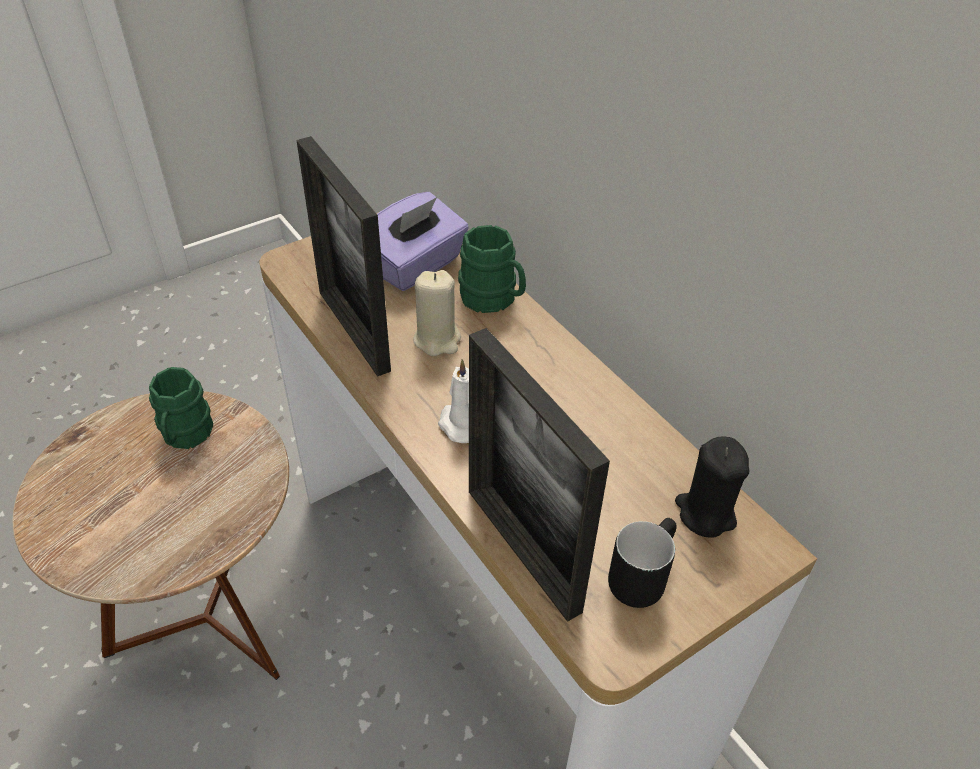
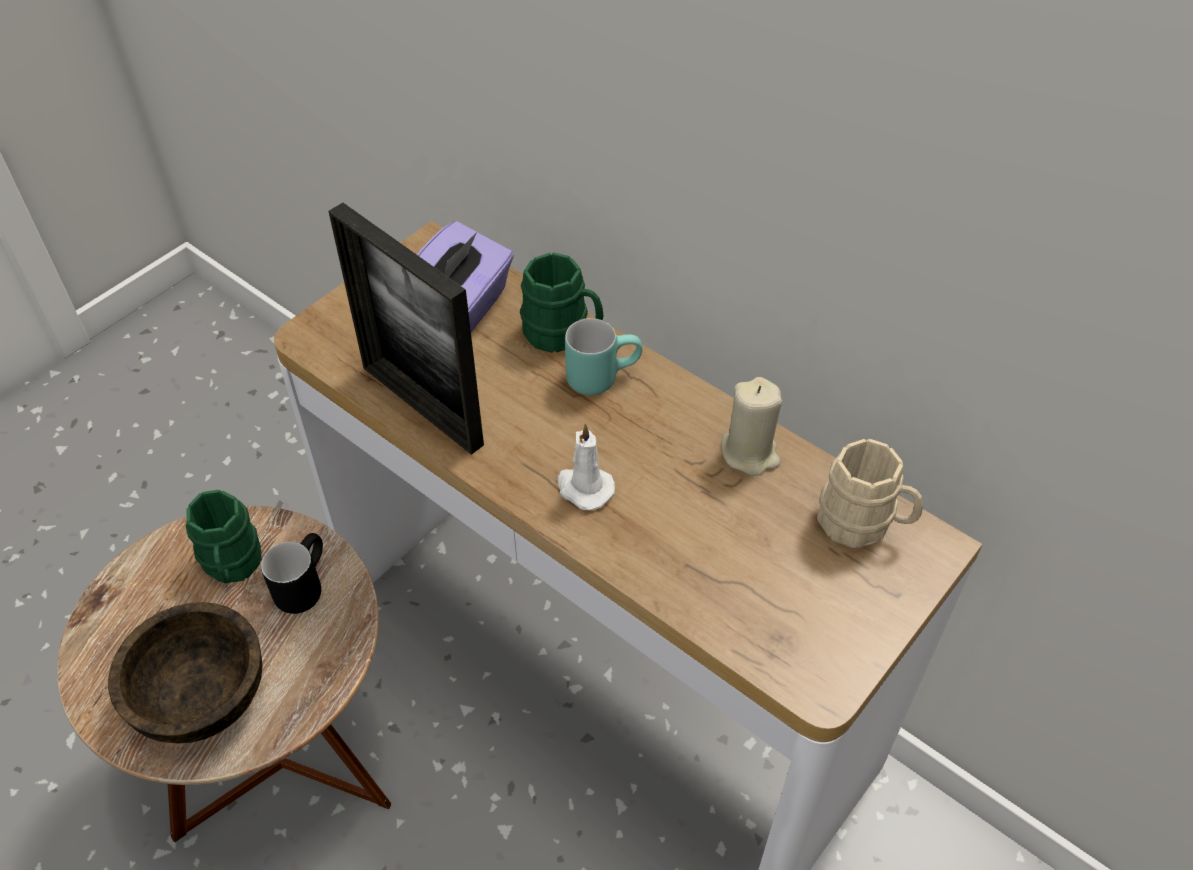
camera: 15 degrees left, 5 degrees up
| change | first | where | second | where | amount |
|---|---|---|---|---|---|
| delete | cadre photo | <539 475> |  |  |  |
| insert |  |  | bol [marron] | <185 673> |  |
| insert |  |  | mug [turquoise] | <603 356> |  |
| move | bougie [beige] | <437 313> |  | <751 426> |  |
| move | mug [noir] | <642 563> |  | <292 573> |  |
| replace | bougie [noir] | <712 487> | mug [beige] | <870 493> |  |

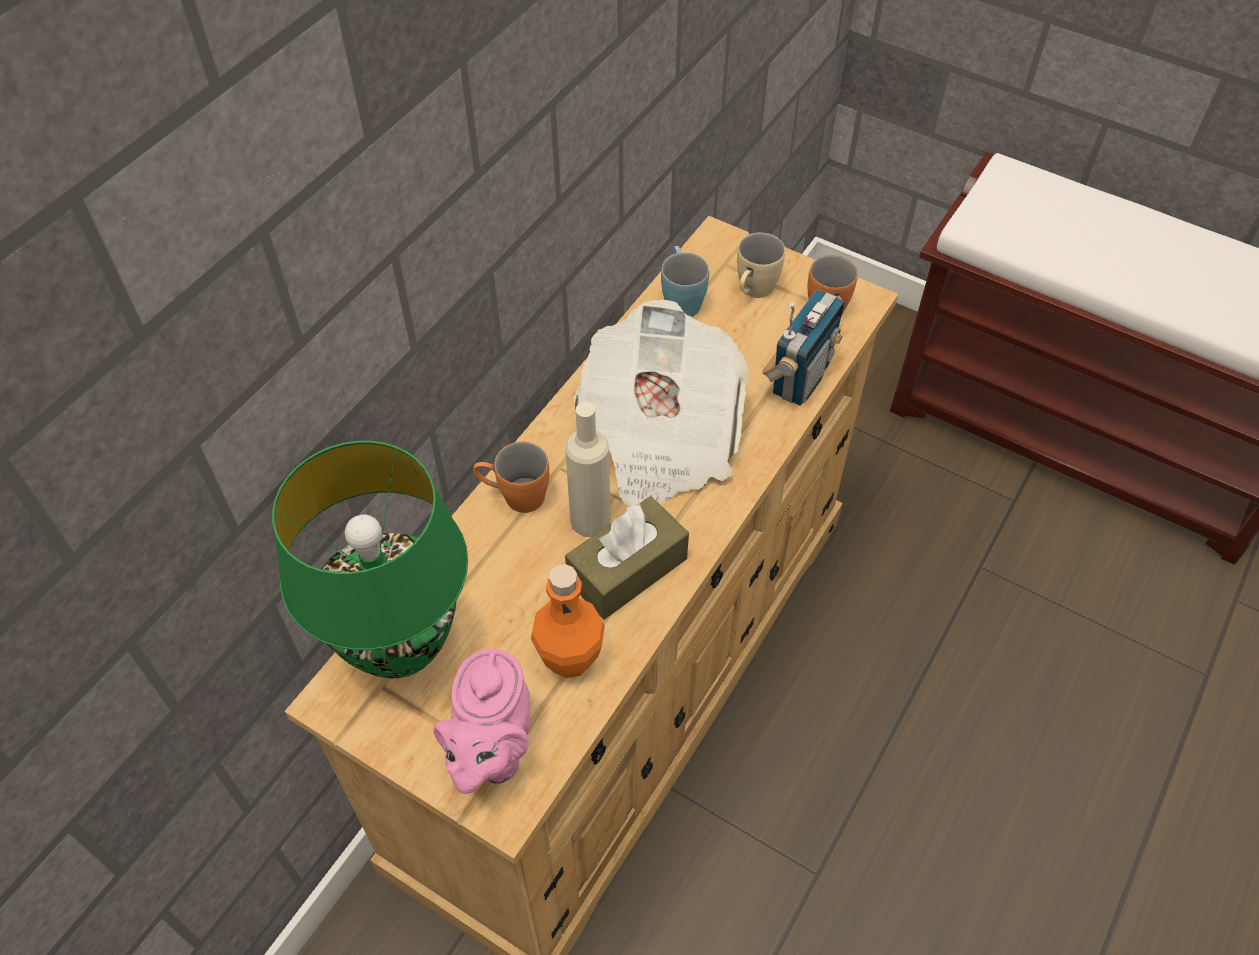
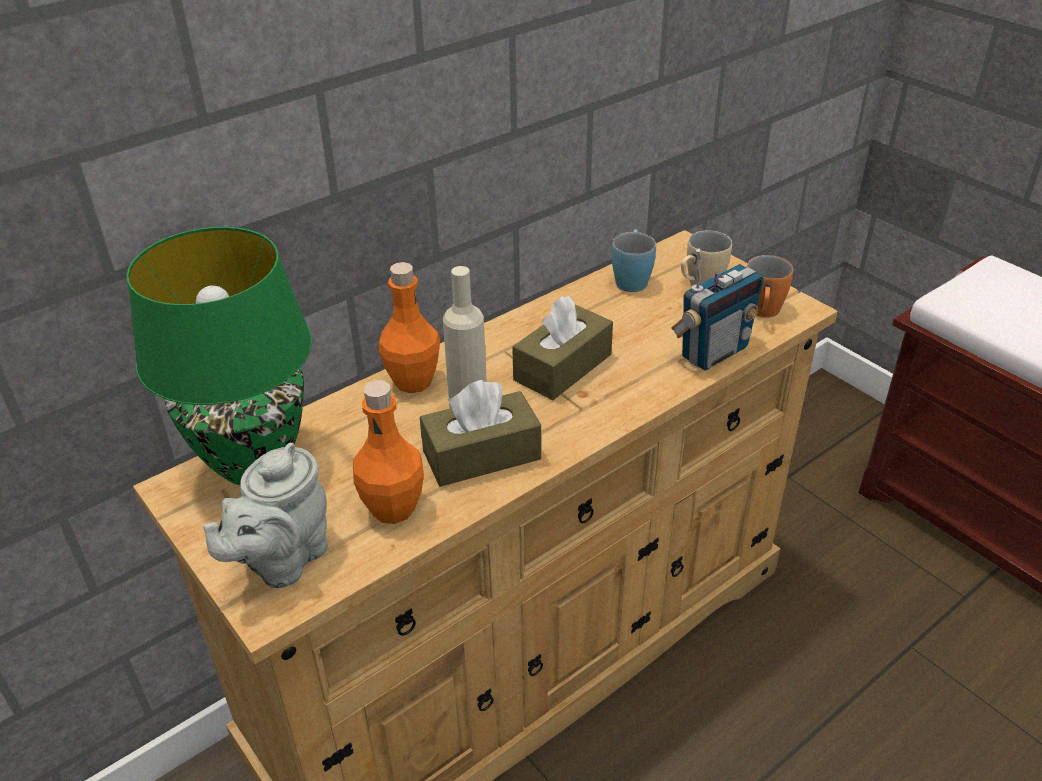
camera: 20 degrees right, 15 degrees down
| change | first | where | second | where | amount |
|---|---|---|---|---|---|
| replace | mug [orange] | <511 477> | bouteille [orange] | <409 327> |  |
| replace | journal | <661 403> | boîte à mouchoirs [marron] | <562 348> |  |
| recolor | théière [rose] | <481 721> | théière [gris] | <265 515> |  |

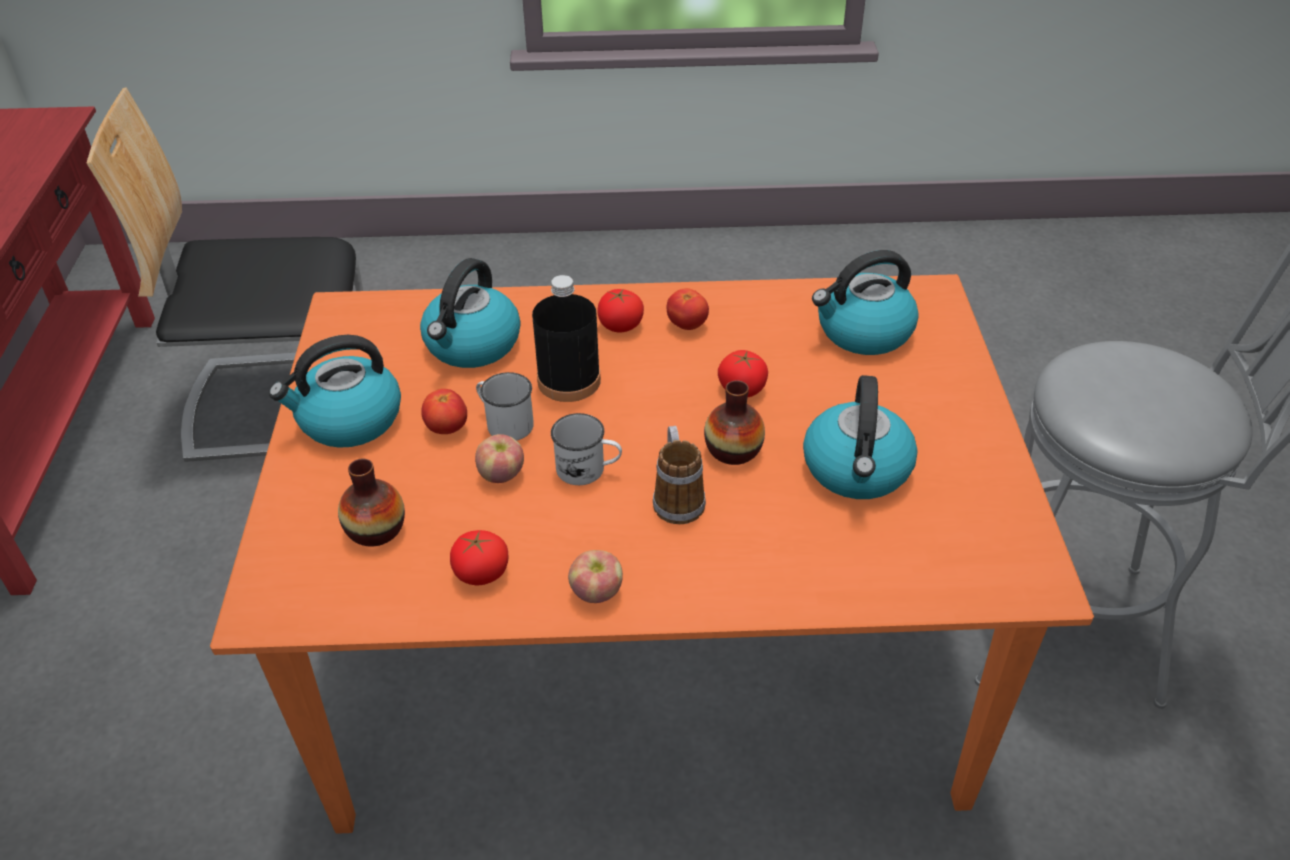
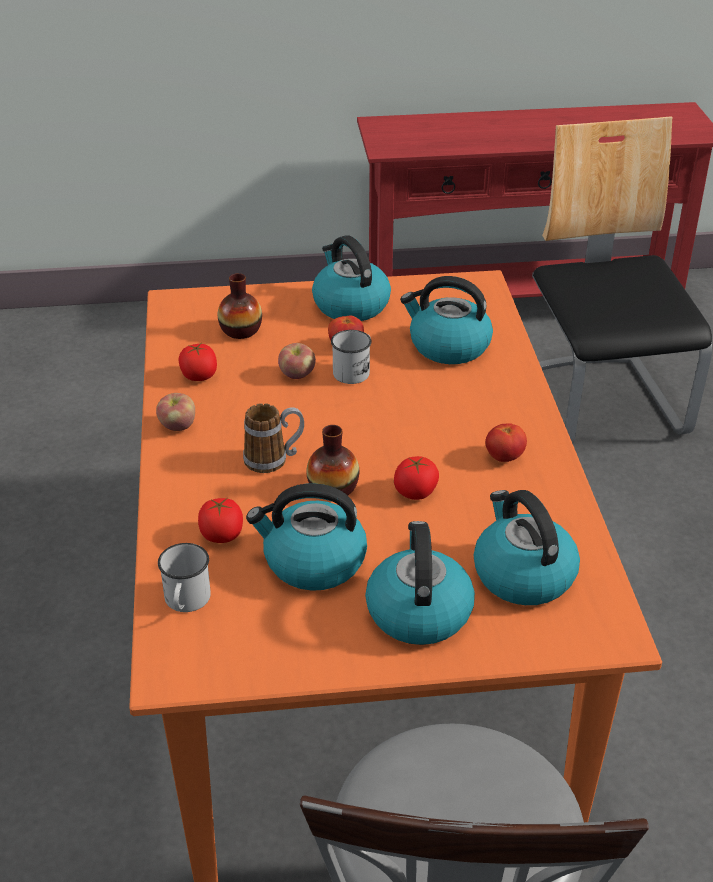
camera: 85 degrees right, 5 degrees down
| change | first | where | second | where | amount |
|---|---|---|---|---|---|
| delete | bouteille [noir] | <566 338> |  |  |  |
| insert |  |  | bouilloire | <420 583> |  |
| move | mug [blanc] | <586 449> |  | <184 577> |  |
| move | tomate | <620 311> |  | <220 520> |  |

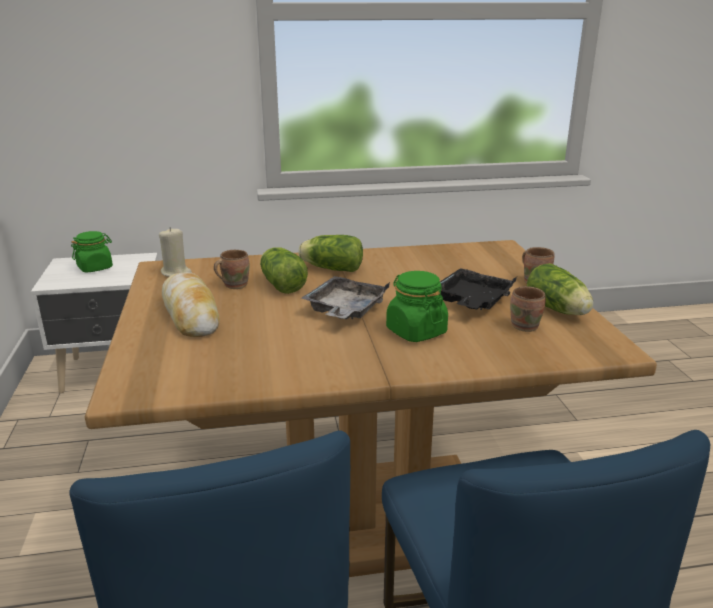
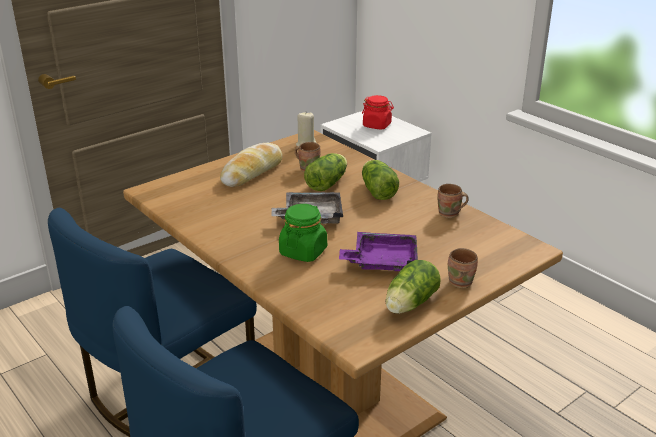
camera: 60 degrees right, 5 degrees up
| change | first | where | second | where | amount |
|---|---|---|---|---|---|
| move | mug [marron] | <528 309> |  | <453 201> |  |
| recolor | bocal [vert] | <92 251> | bocal [rouge] | <378 112> |  |
| recolor | plateau [noir] | <478 289> | plateau [violet] | <378 251> |  |

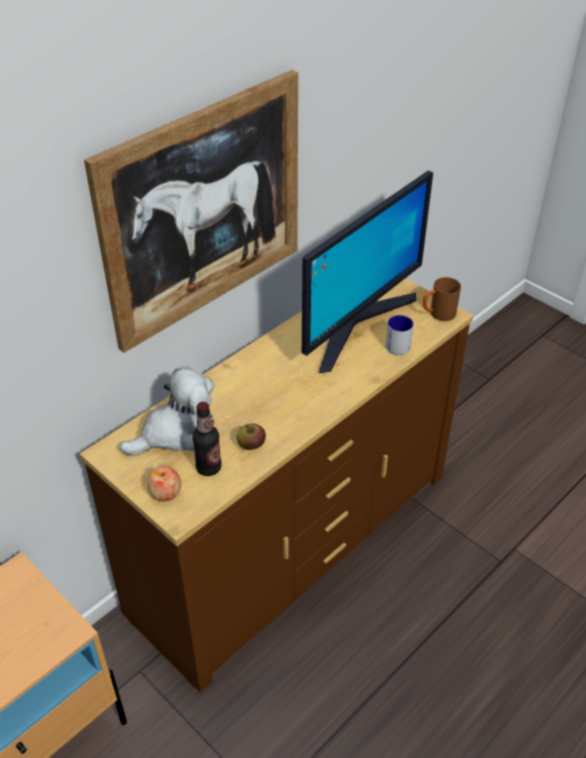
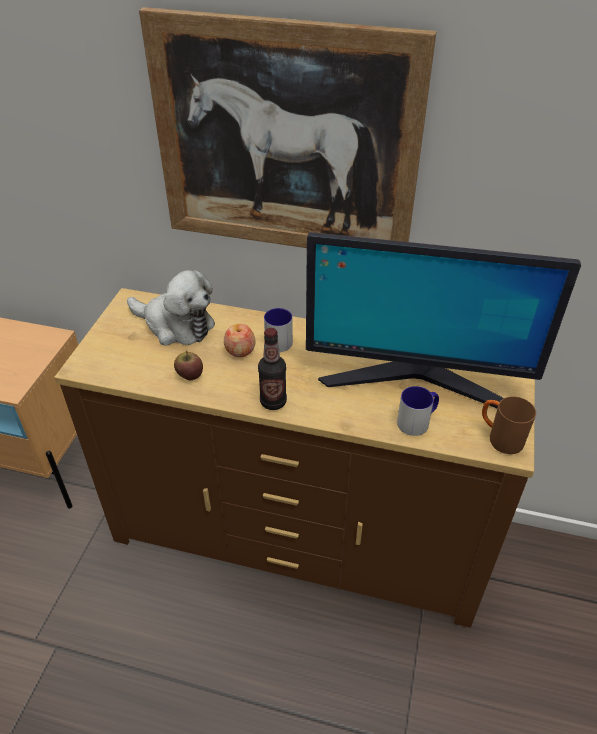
camera: 60 degrees right, 0 degrees up
| change | first | where | second | where | amount |
|---|---|---|---|---|---|
| insert |  |  | mug | <278 330> |  |
| move | pomme | <164 483> |  | <240 340> |  |
| move | bouteille | <206 439> |  | <272 369> |  |

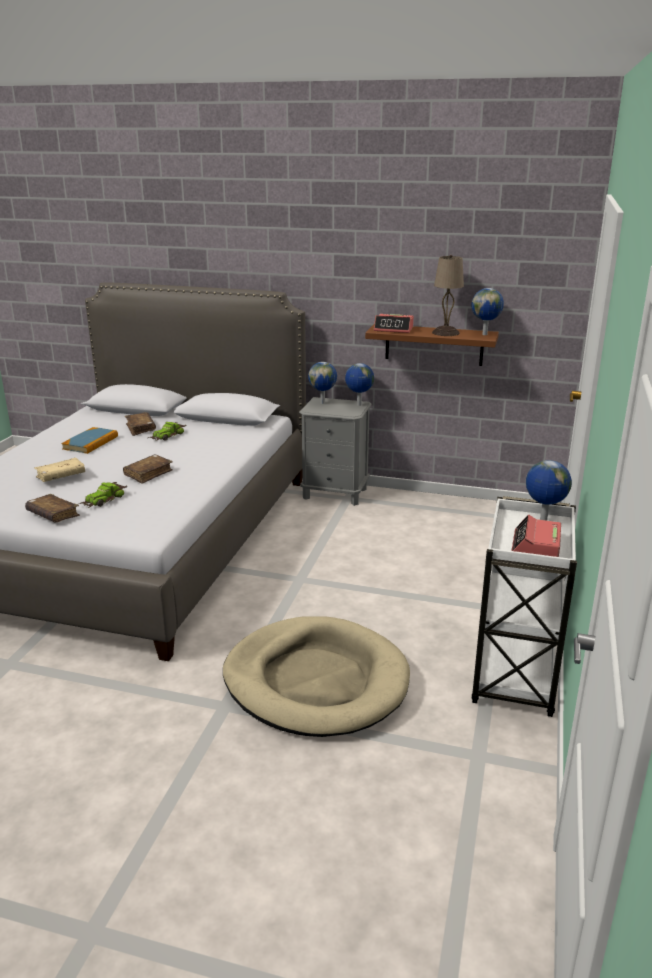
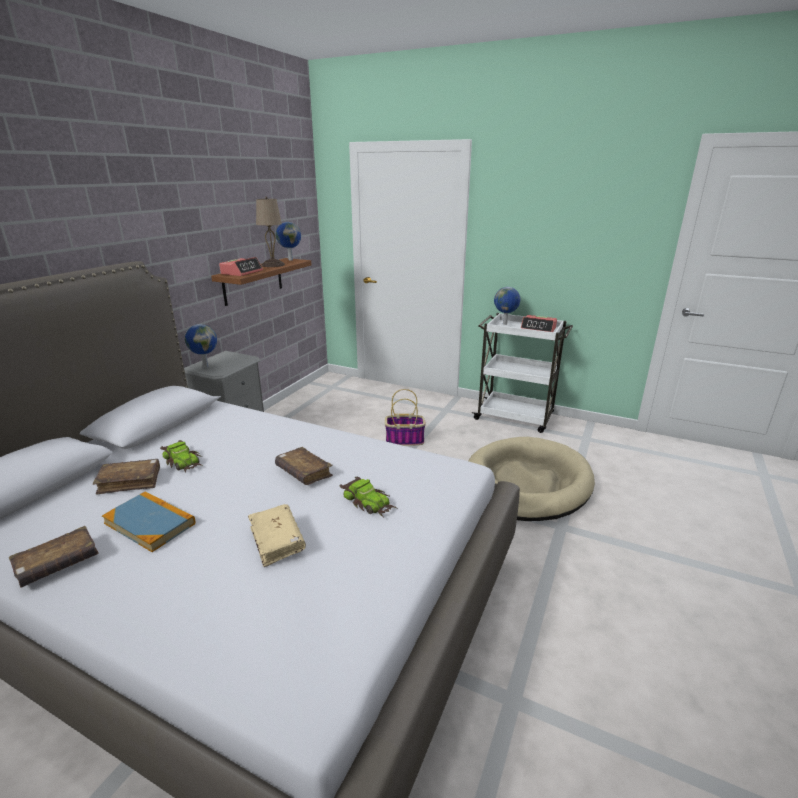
camera: 80 degrees left, 0 degrees up
| change | first | where | second | where | amount |
|---|---|---|---|---|---|
| delete | globe | <359 384> |  |  |  |
| insert |  |  | panier | <405 417> |  |
| move | livre [marron] | <52 508> |  | <54 557> |  |

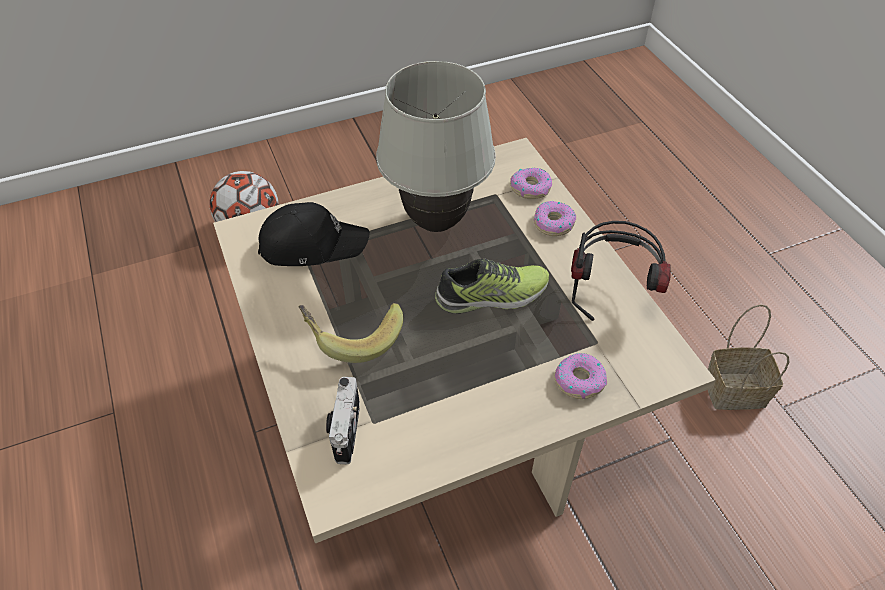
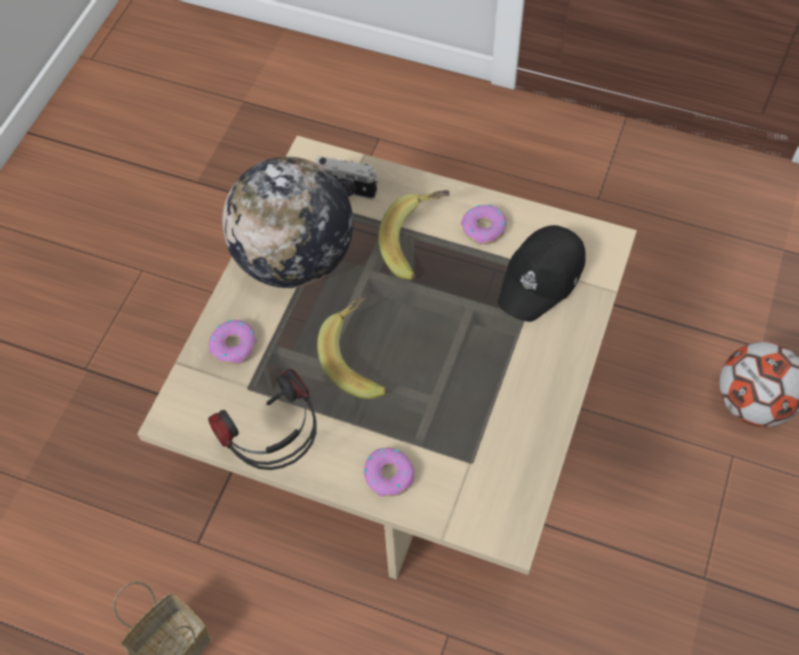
camera: 135 degrees right, 10 degrees up
| change | first | where | second | where | amount |
|---|---|---|---|---|---|
| delete | lampe de table [blanc] | <436 146> |  |  |  |
| insert |  |  | globe | <287 222> |  |
| move | beignet | <531 183> |  | <484 224> |  |
| replace | chaussure | <492 286> | banane | <352 346> |  |
| rotate | appareil photo | <343 420> |  | <346 178> | 150 degrees clockwise |

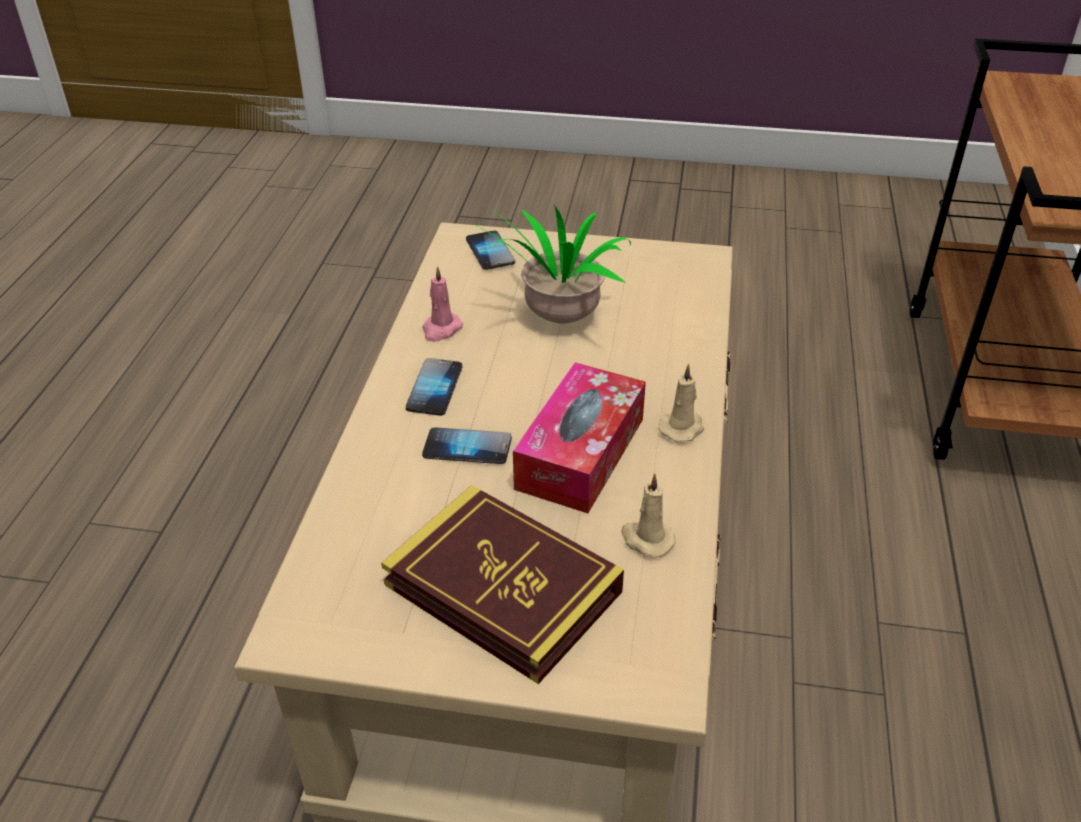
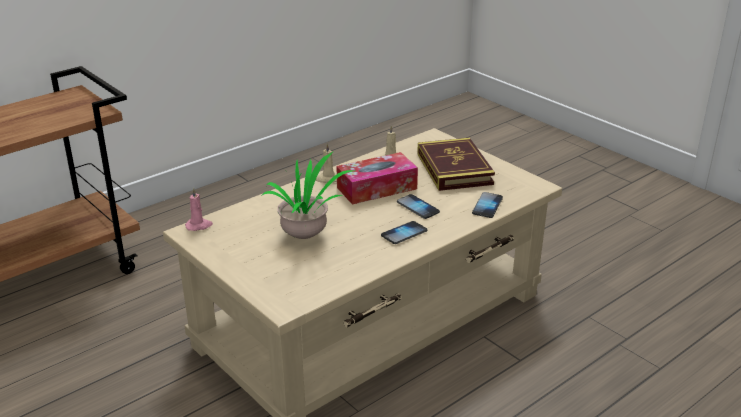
camera: 140 degrees left, 10 degrees down
| change | first | where | second | where | amount |
|---|---|---|---|---|---|
| move | bougie [rose] | <442 304> |  | <199 209> |  |
| move | téléphone | <490 250> |  | <487 205> |  |

